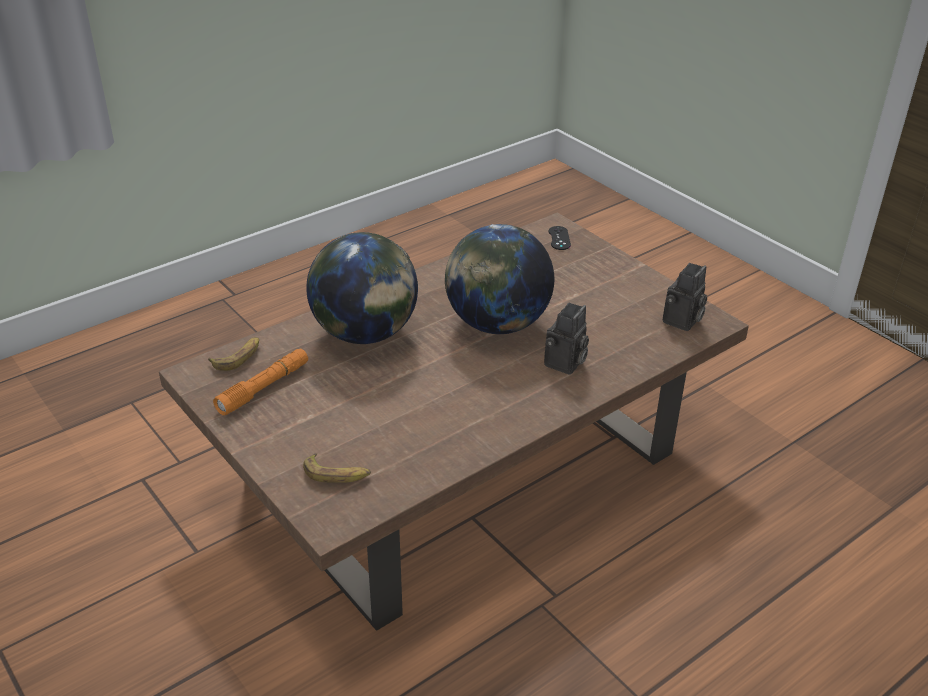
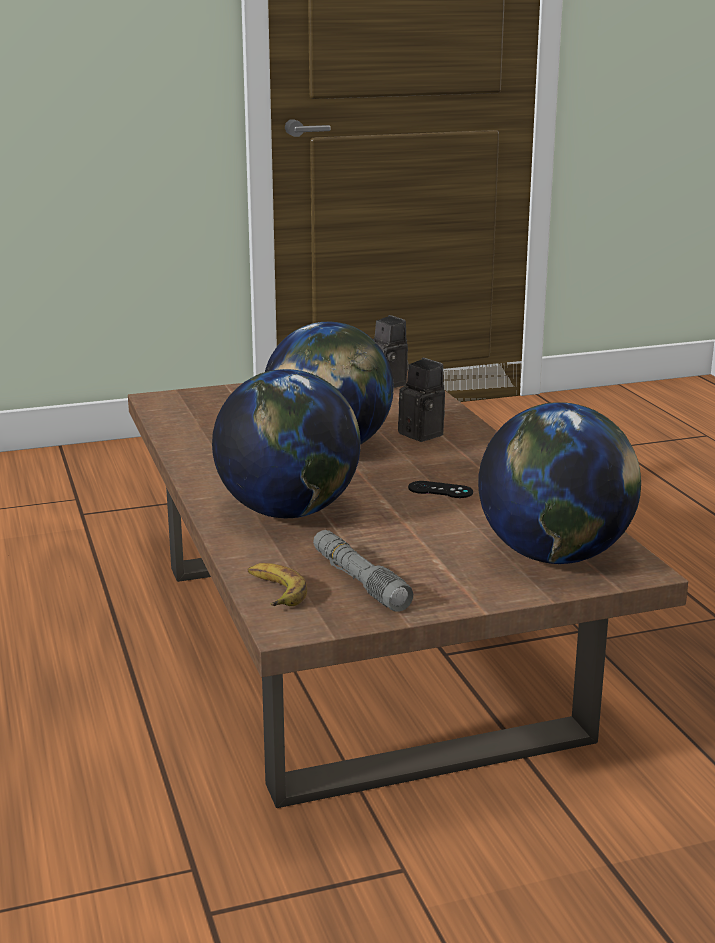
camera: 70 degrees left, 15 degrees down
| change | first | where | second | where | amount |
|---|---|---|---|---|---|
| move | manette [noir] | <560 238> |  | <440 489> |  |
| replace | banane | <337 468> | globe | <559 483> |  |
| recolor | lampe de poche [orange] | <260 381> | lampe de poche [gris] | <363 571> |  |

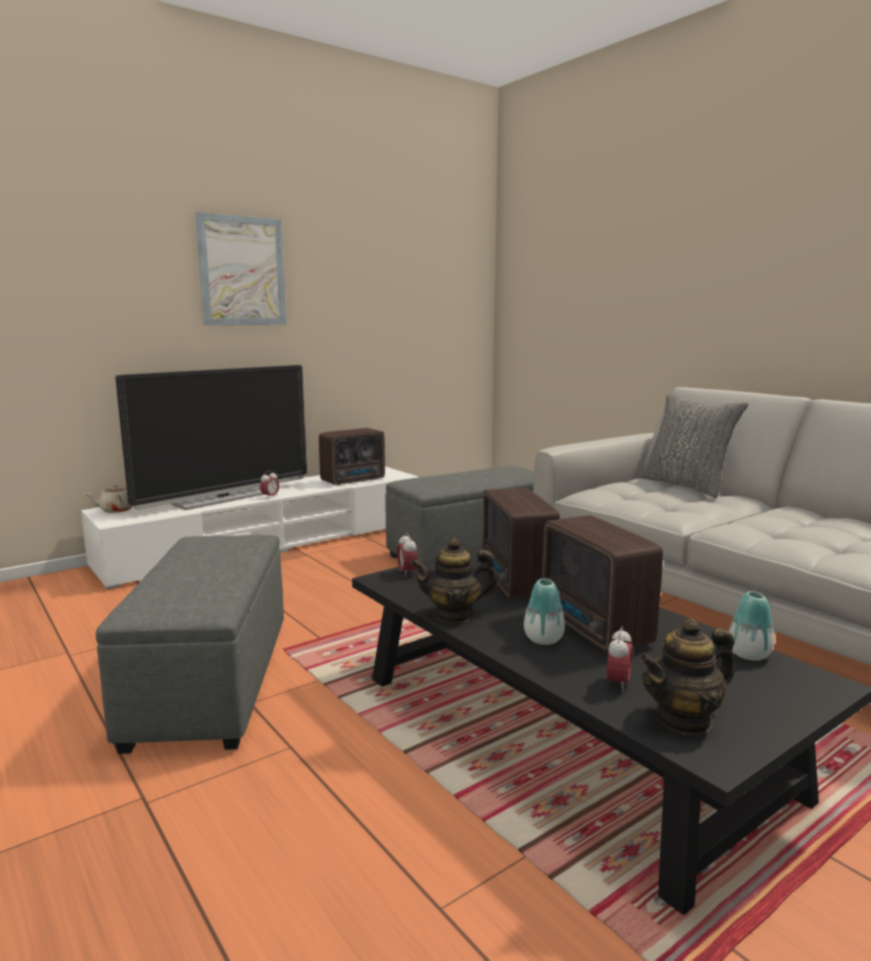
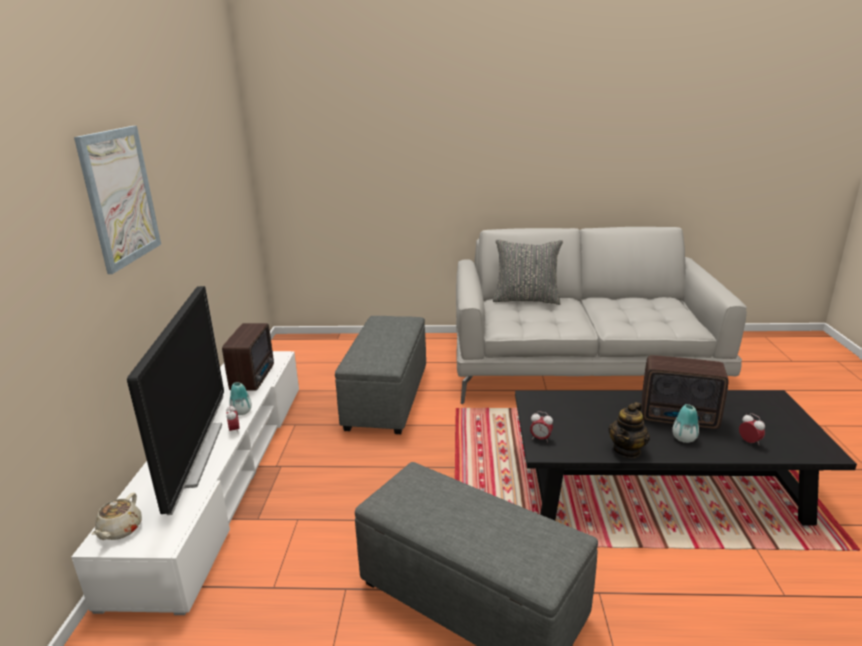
camera: 50 degrees left, 10 degrees up
| change | first | where | second | where | amount |
|---|---|---|---|---|---|
| delete | radio | <521 543> |  |  |  |
| delete | théière | <686 676> |  |  |  |
| move | vase | <751 626> |  | <240 398> |  |

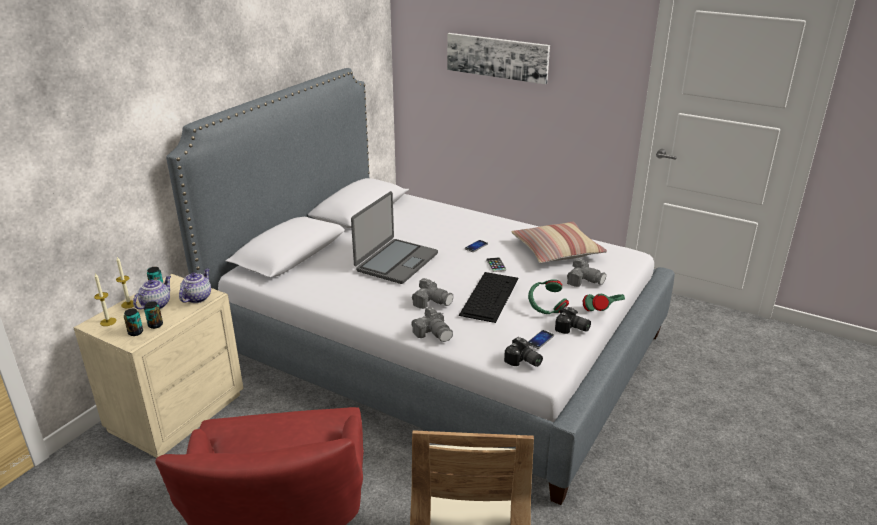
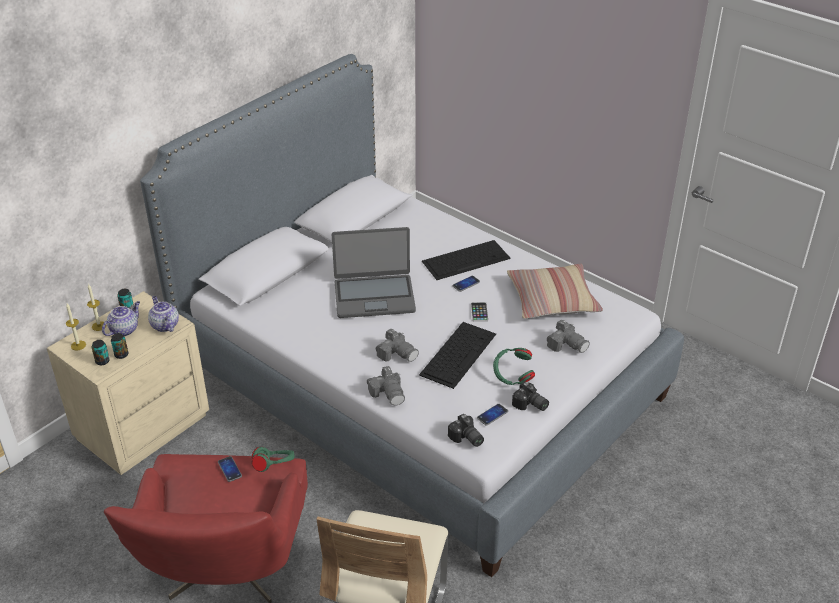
camera: 10 degrees right, 10 degrees up
| change | first | where | second | where | amount |
|---|---|---|---|---|---|
| delete | tableau | <498 59> |  |  |  |
| insert |  |  | téléphone | <230 469> |  |
| insert |  |  | clavier | <466 260> |  |
| move | casque audio [vert] | <604 302> |  | <273 459> |  |
| rotate | théière | <195 286> |  | <163 314> | 60 degrees counterclockwise |
| rotate | ordinateur portable | <394 237> |  | <373 272> | 45 degrees clockwise |

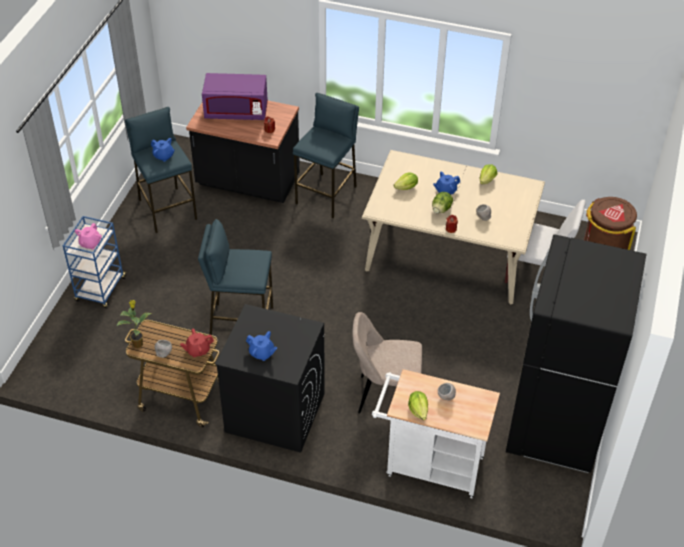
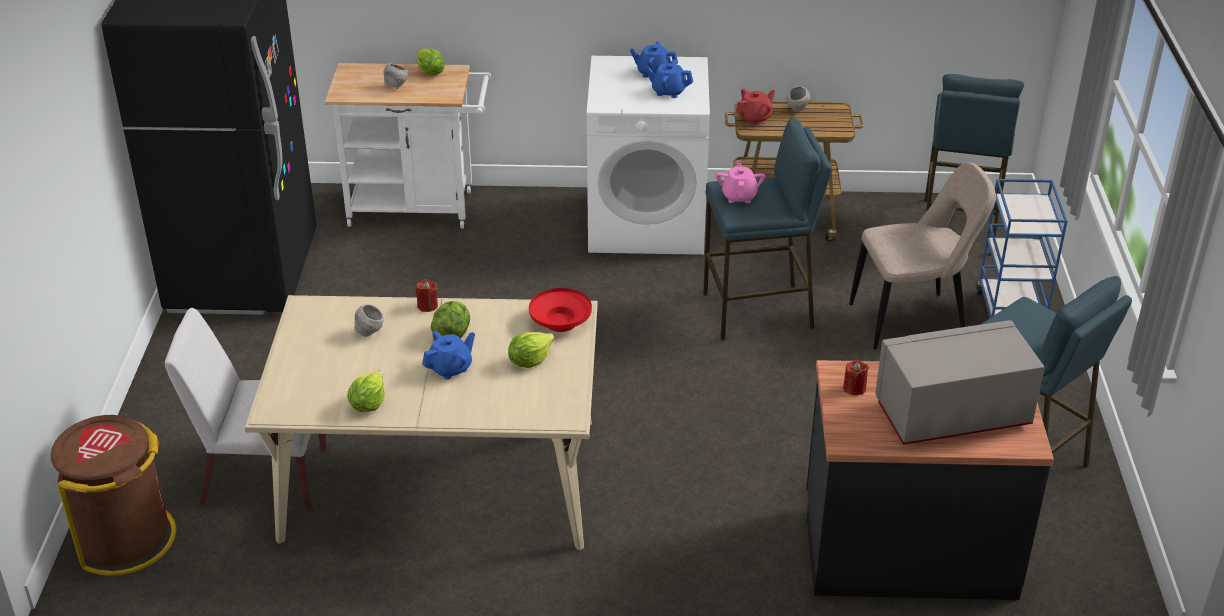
camera: 165 degrees right, 10 degrees down
| change | first | where | second | where | amount |
|---|---|---|---|---|---|
| delete | plante en pot | <134 324> |  |  |  |
| insert |  |  | bol [rouge] | <560 310> |  |
| move | théière [rose] | <88 236> |  | <741 181> |  |
| move | théière [bleu] | <163 150> |  | <669 78> |  |
| move | tabouret [bleu] | <326 155> |  | <974 165> |  |
| move | chaise [beige] | <387 362> |  | <922 255> |  |
| recolor | micro-ondes [violet] | <235 96> | micro-ondes [gris] | <959 382> |  |
| recolor | lave-linge [noir] | <270 378> | lave-linge [blanc] | <648 155> |  |

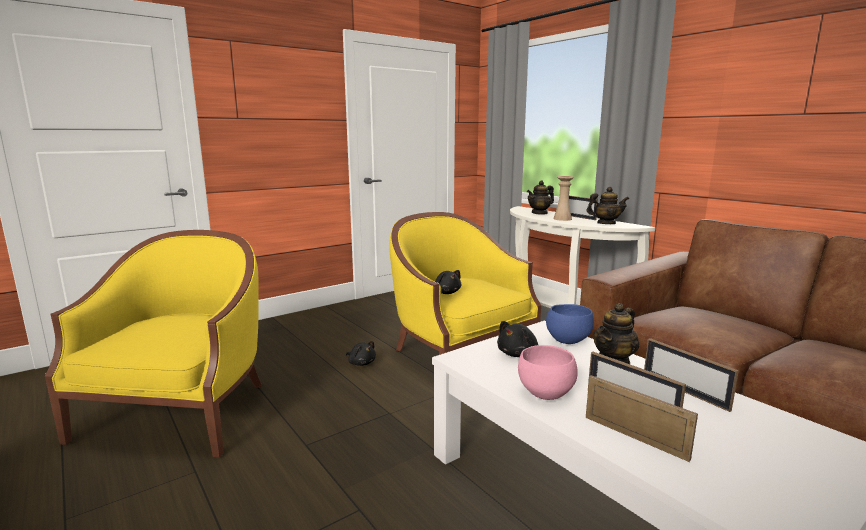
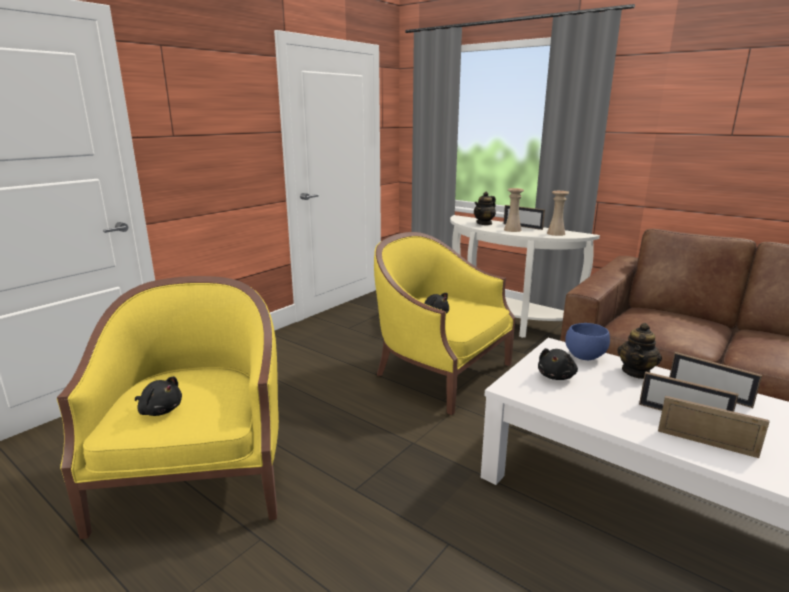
camera: 15 degrees left, 5 degrees up
| change | first | where | second | where | amount |
|---|---|---|---|---|---|
| delete | bol [rose] | <548 372> |  |  |  |
| move | peluche [noir] | <361 353> |  | <158 396> |  |
| replace | théière | <608 205> | vase [beige] | <558 213> |  |

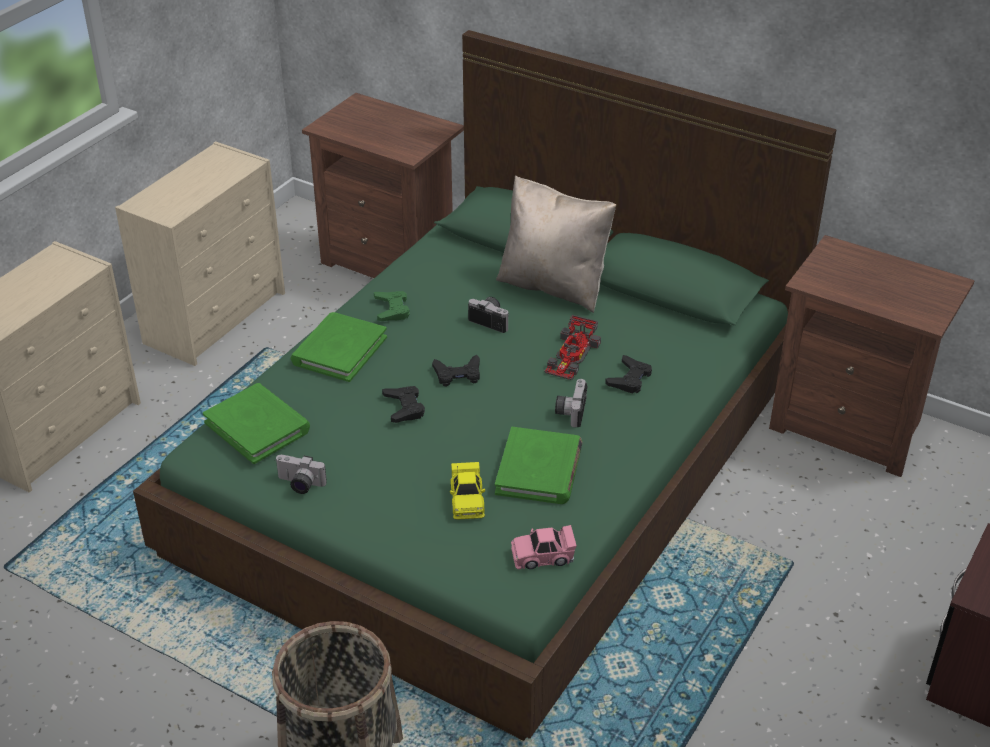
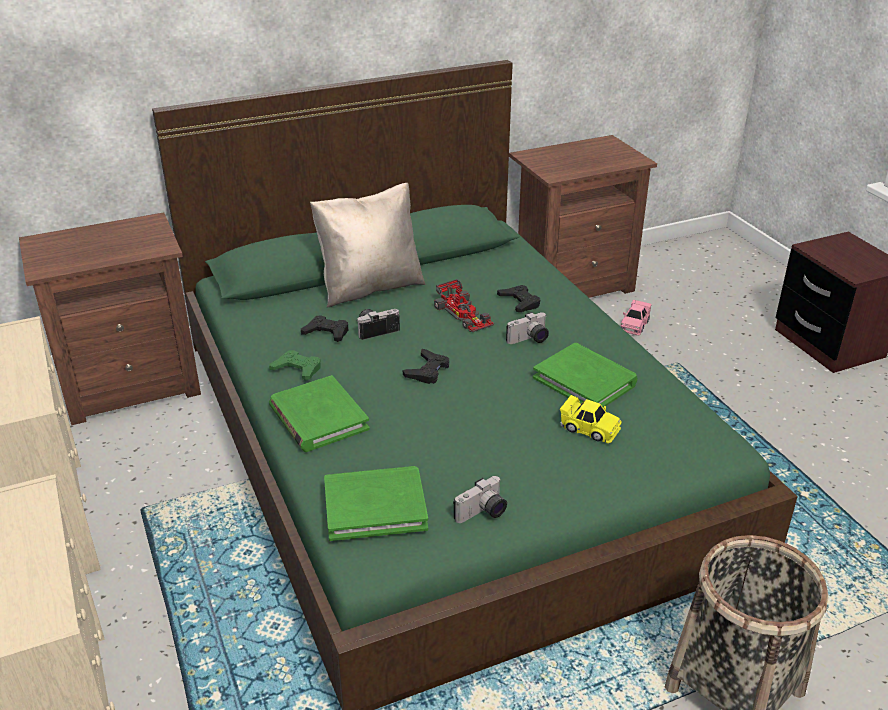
camera: 55 degrees left, 5 degrees down
| change | first | where | second | where | amount |
|---|---|---|---|---|---|
| move | manette [noir] | <403 404> |  | <324 328> |  |
| move | petite voiture [rose] | <544 547> |  | <636 317> |  |
| rotate | appareil photo | <571 403> |  | <527 328> | 75 degrees counterclockwise |

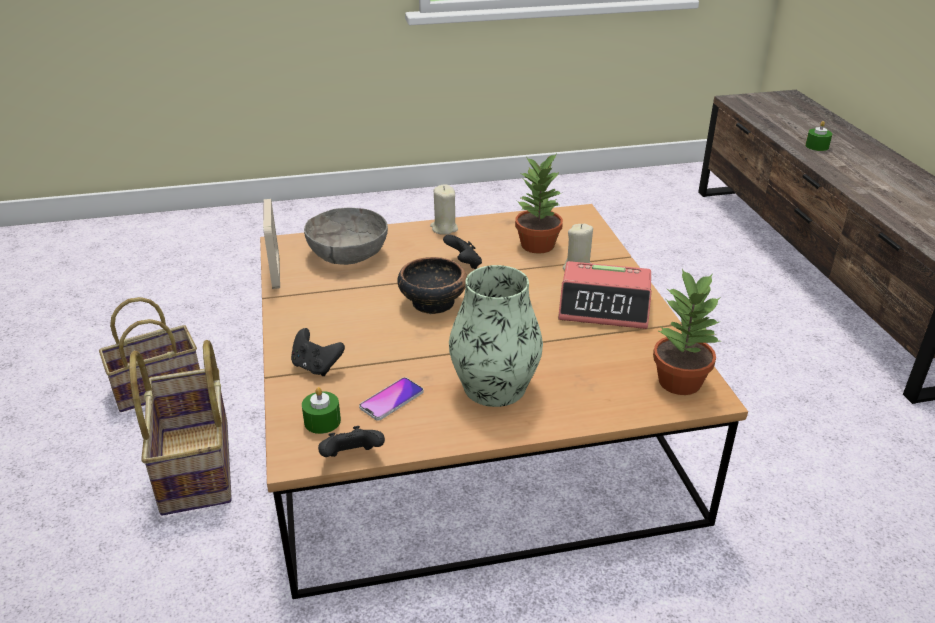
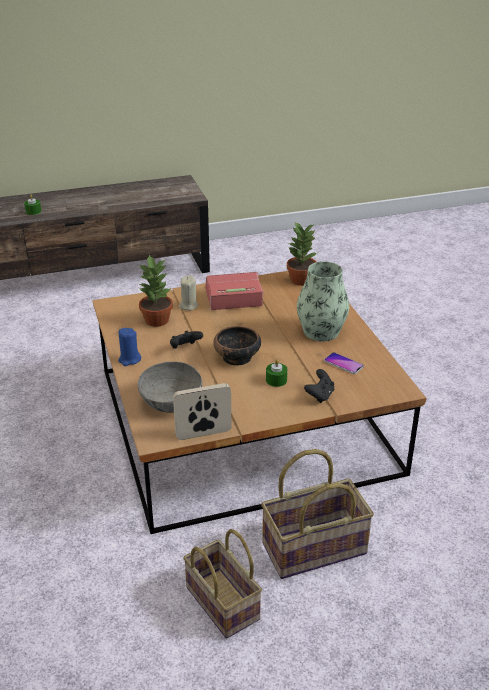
camera: 95 degrees left, 0 degrees up
| change | first | where | second | where | amount |
|---|---|---|---|---|---|
| delete | manette [noir] | <351 441> |  |  |  |
| move | bougie [vert] | <321 410> |  | <277 373> |  |
| recolor | bougie [beige] | <444 209> | bougie [bleu] | <129 347> |  |
| rotate | réveil | <605 295> |  | <234 291> | 105 degrees counterclockwise |

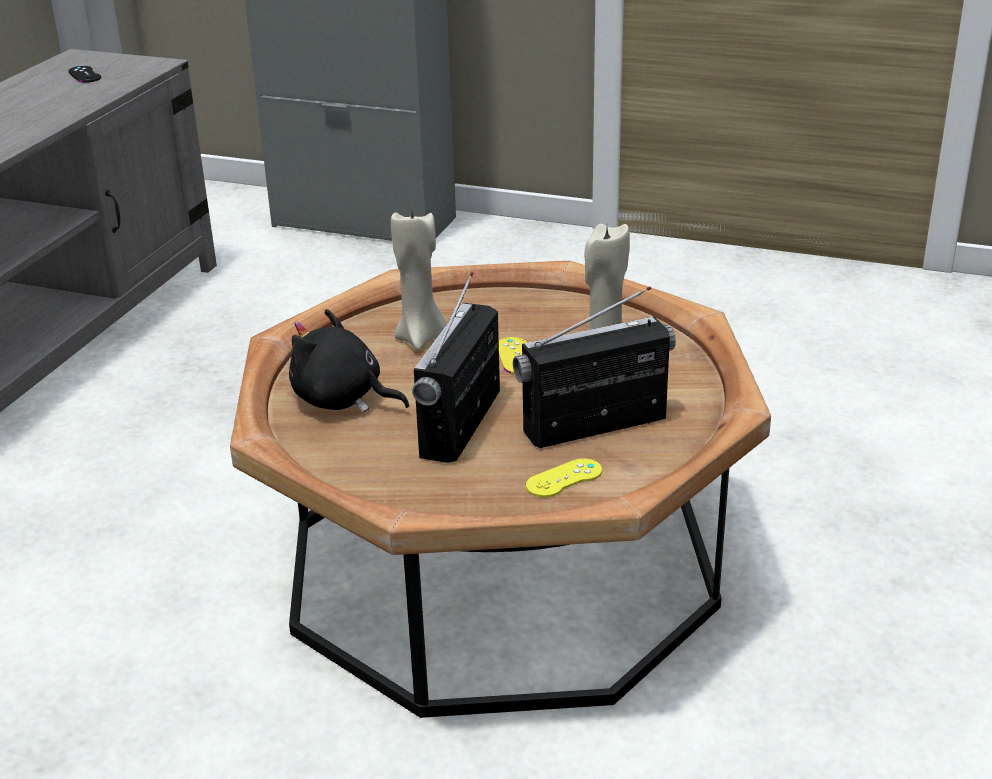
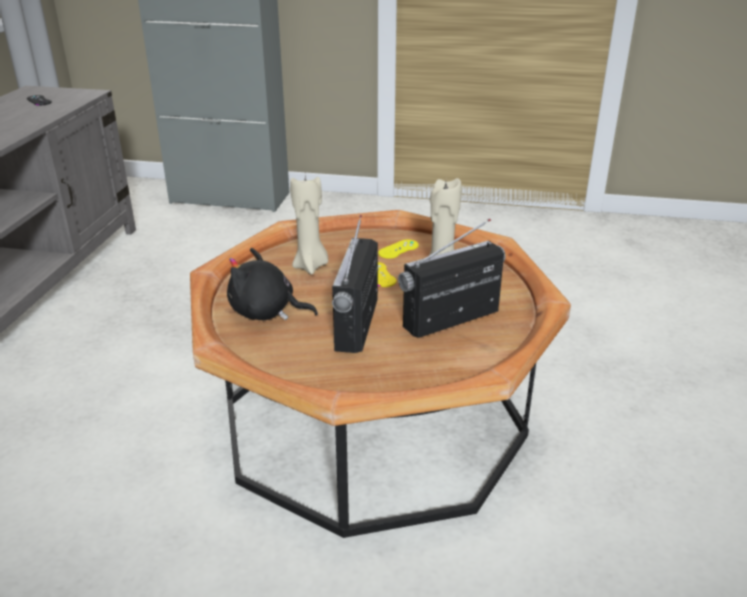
camera: 10 degrees left, 0 degrees up
| change | first | where | second | where | amount |
|---|---|---|---|---|---|
| move | manette [jaune] | <564 477> |  | <398 249> |  |

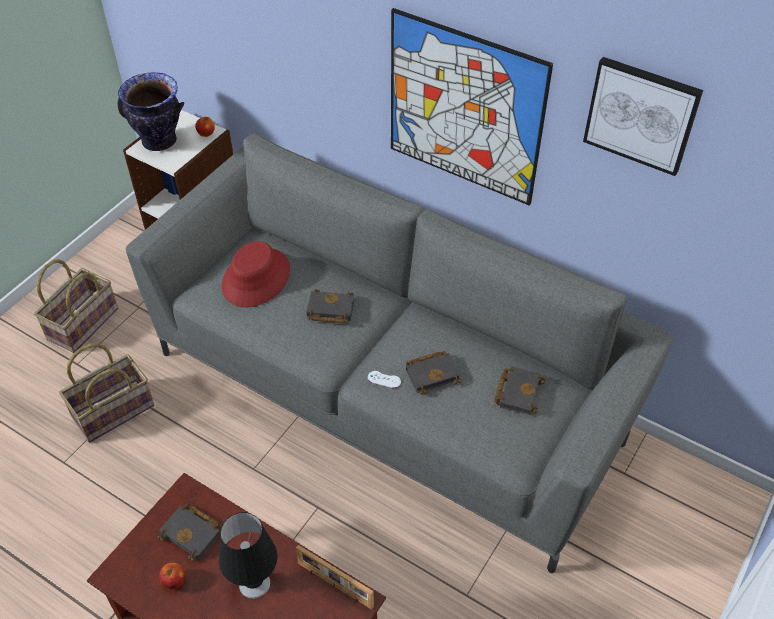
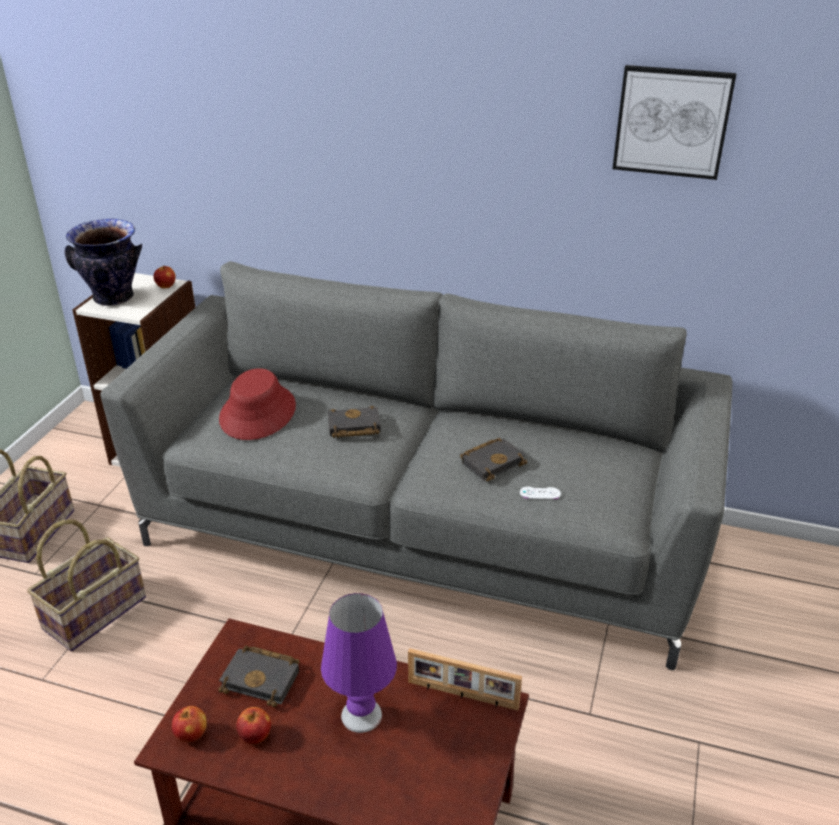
camera: 15 degrees left, 15 degrees down
| change | first | where | second | where | amount |
|---|---|---|---|---|---|
| delete | tableau | <472 107> |  |  |  |
| delete | livre [noir] | <519 390> |  |  |  |
| insert |  |  | pomme | <189 724> |  |
| move | manette [blanc] | <384 379> |  | <540 493> |  |
| recolor | lampe de table [noir] | <248 555> | lampe de table [violet] | <359 663> |  |

